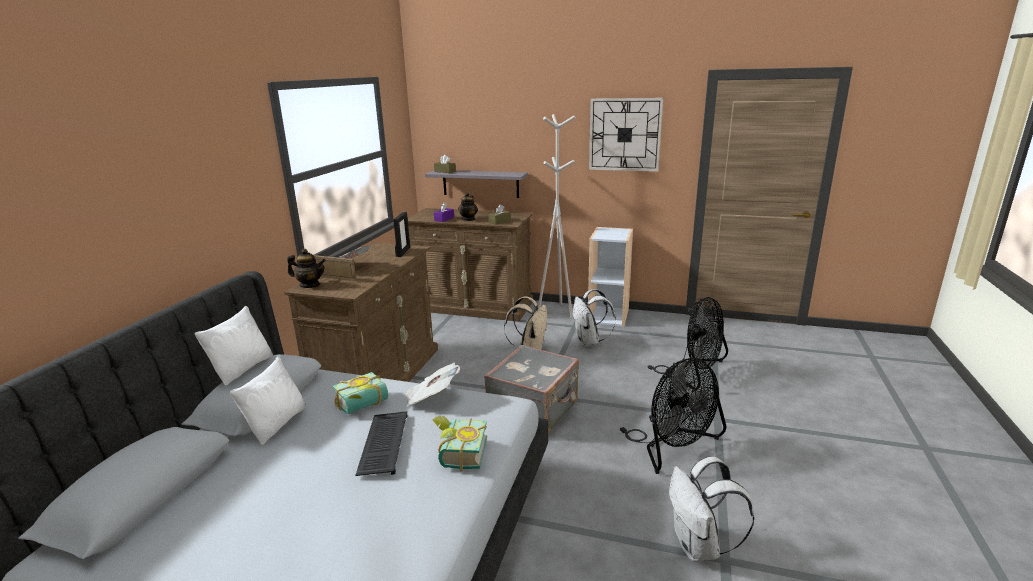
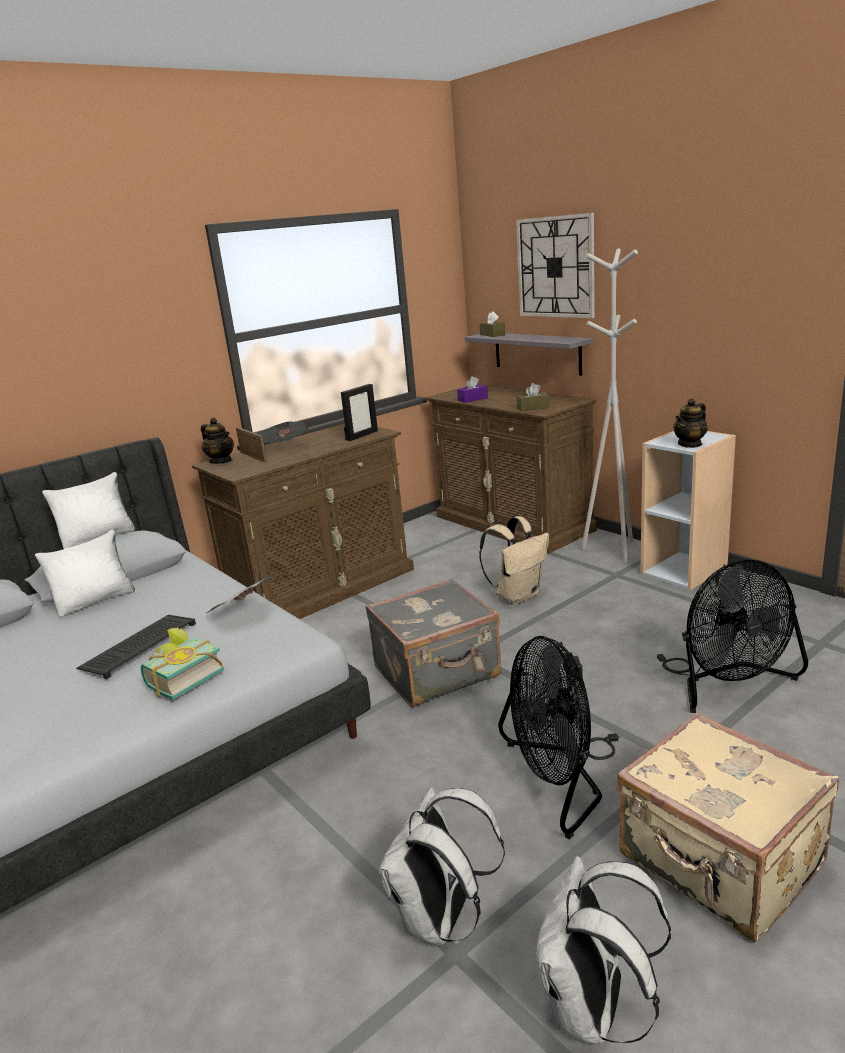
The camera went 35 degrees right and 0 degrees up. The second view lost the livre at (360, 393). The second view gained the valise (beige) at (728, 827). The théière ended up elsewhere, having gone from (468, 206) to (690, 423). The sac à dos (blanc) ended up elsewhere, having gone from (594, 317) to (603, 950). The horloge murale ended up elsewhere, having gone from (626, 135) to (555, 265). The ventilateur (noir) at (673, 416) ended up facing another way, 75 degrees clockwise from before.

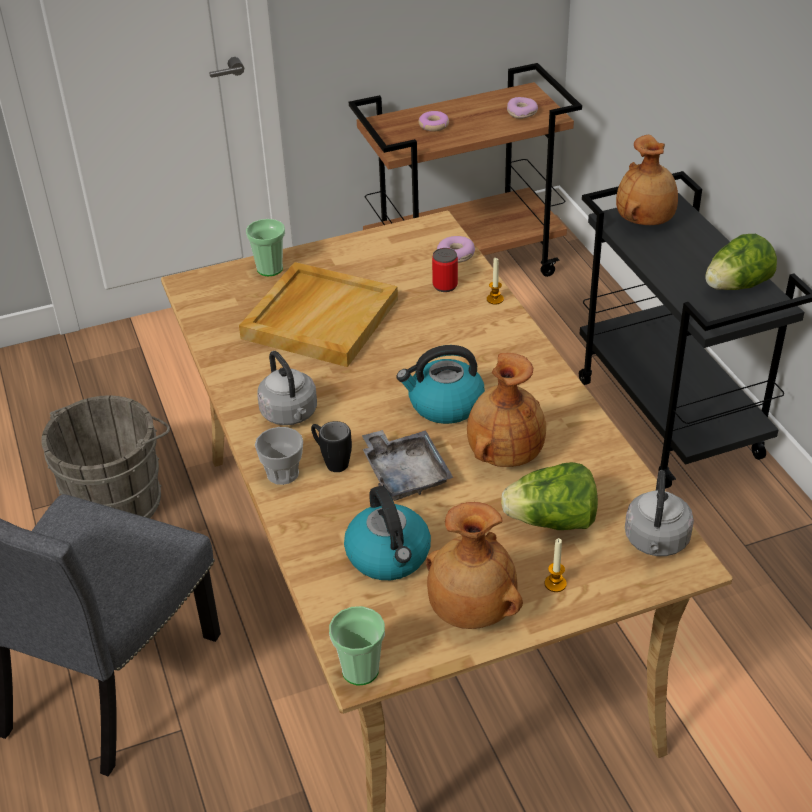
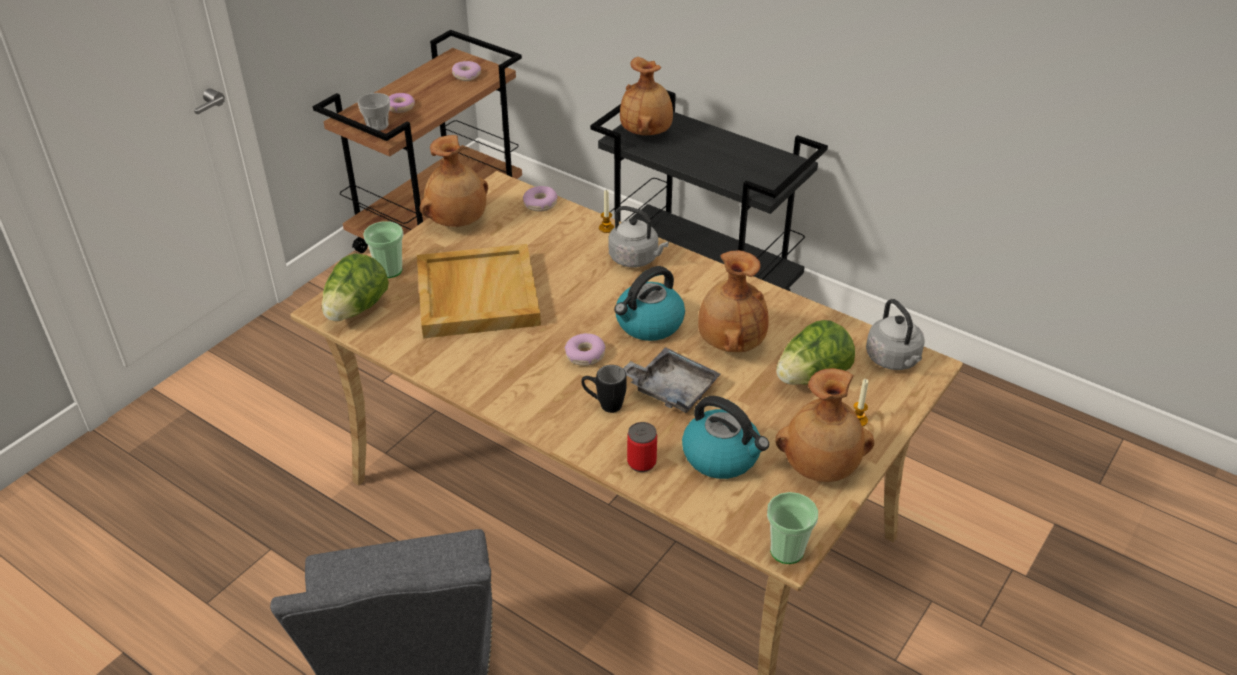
The camera went 35 degrees left and 0 degrees up. The second view lost the seau (gris) at (105, 457). The second view gained the vase (marron) at (454, 181). The second view gained the beignet at (585, 349). The tasse ended up elsewhere, having gone from (279, 456) to (374, 112). The bouilloire (gris) ended up elsewhere, having gone from (287, 388) to (639, 236). The boîte métallique ended up elsewhere, having gone from (445, 270) to (642, 447). The laitue ended up elsewhere, having gone from (741, 262) to (355, 287).

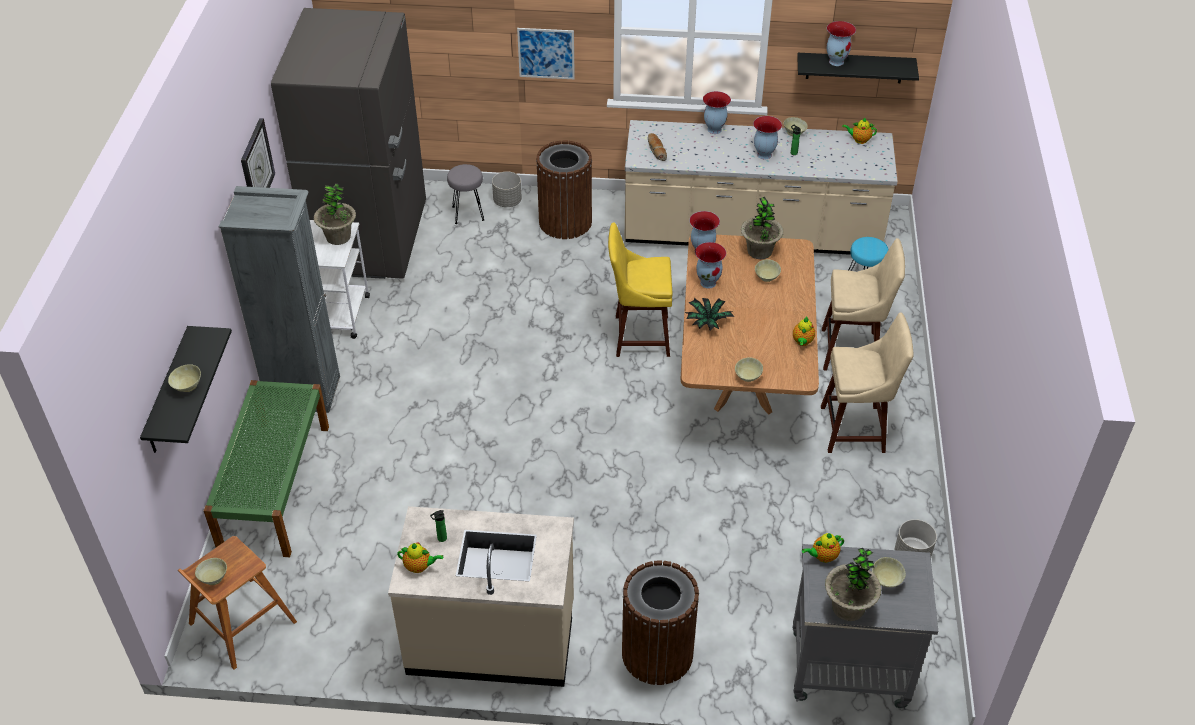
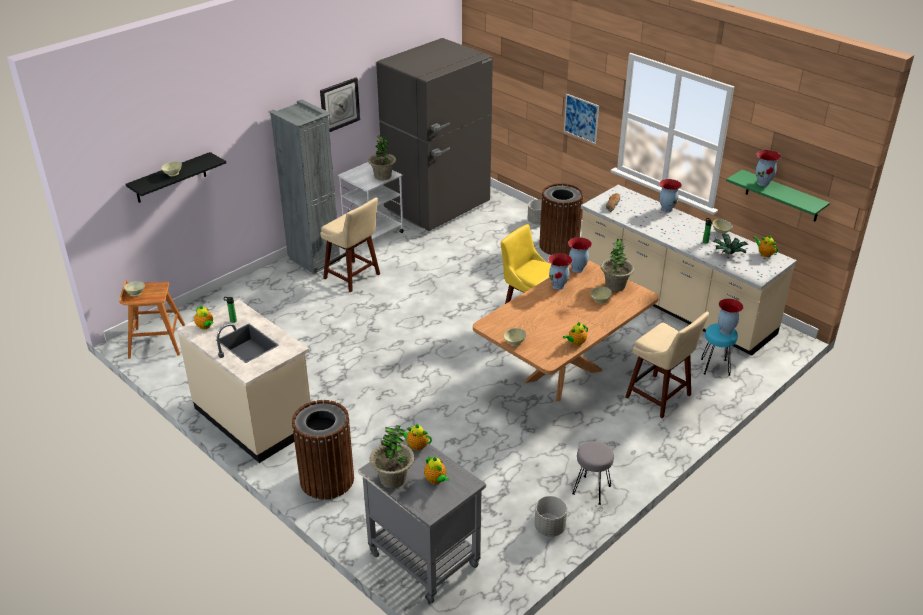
The camera went 40 degrees right and 10 degrees down. The second view lost the banc (vert) at (266, 468). The tabouret (gris) ended up elsewhere, having gone from (465, 194) to (593, 473). The plante en pot ended up elsewhere, having gone from (709, 314) to (731, 244). The vase ended up elsewhere, having gone from (767, 137) to (731, 316). The chaise (beige) ended up elsewhere, having gone from (867, 382) to (350, 244). Where the bol (beige) stood at (889, 572), the théière came to stand at (436, 470). What was the étagère (noir) at (858, 68) turned into the étagère (vert) at (778, 195).

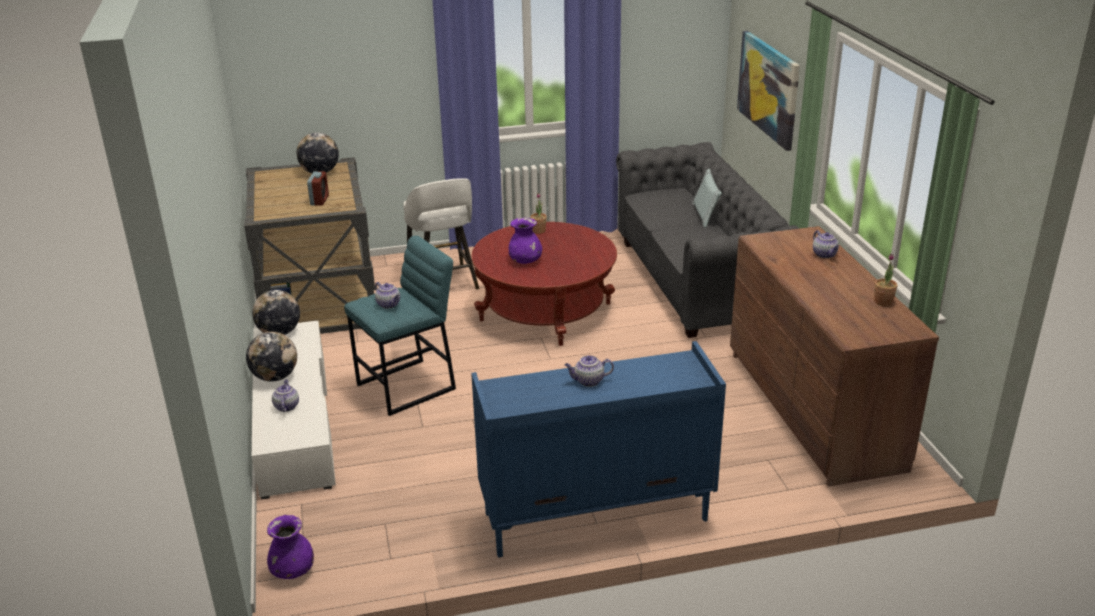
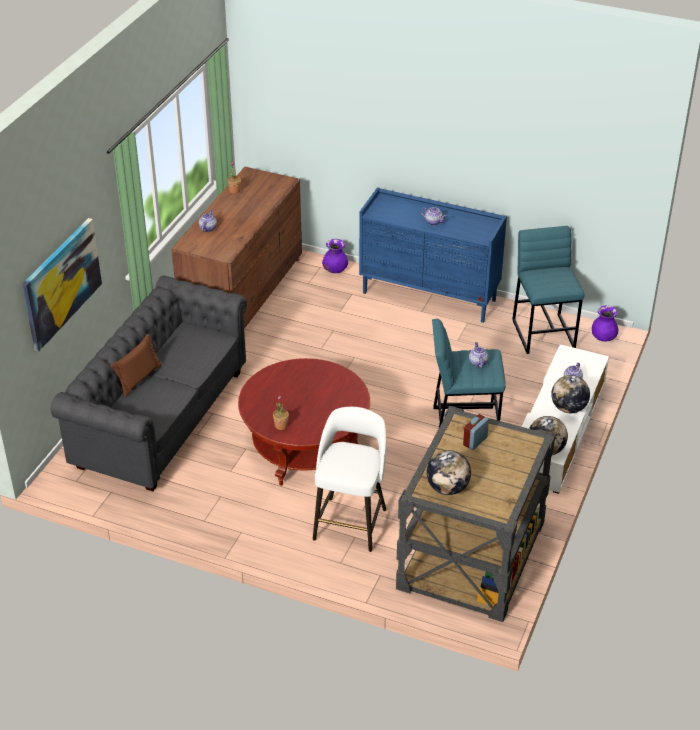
The camera went 145 degrees left and 10 degrees up. The second view gained the tabouret (bleu) at (548, 290). The vase (violet) ended up elsewhere, having gone from (525, 241) to (335, 256). What was the coussin (bleu) at (707, 198) turned into the coussin (marron) at (136, 365).

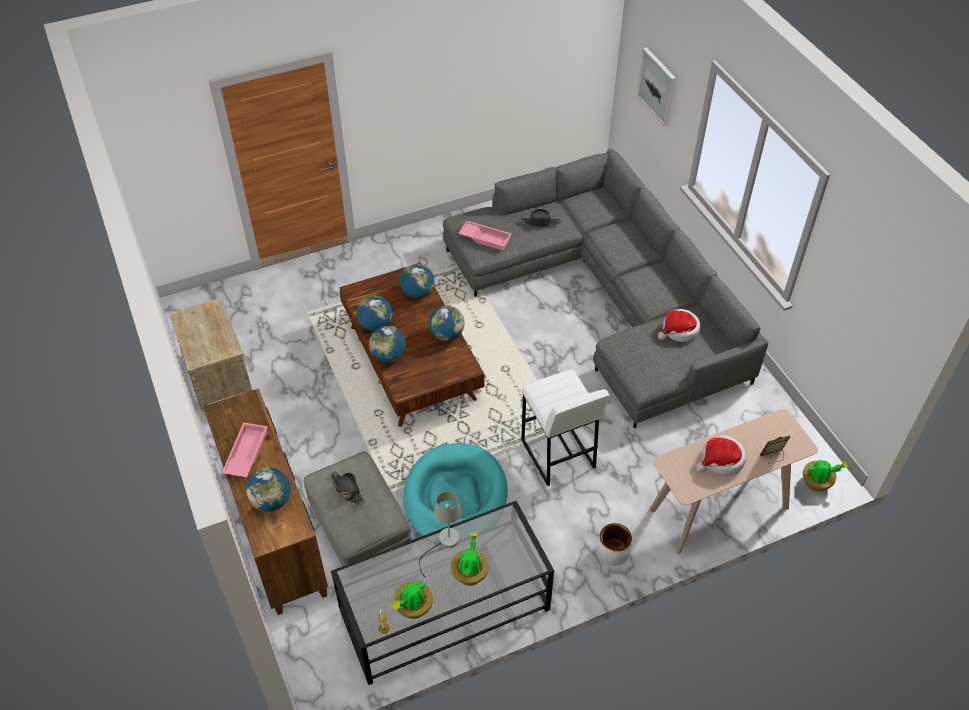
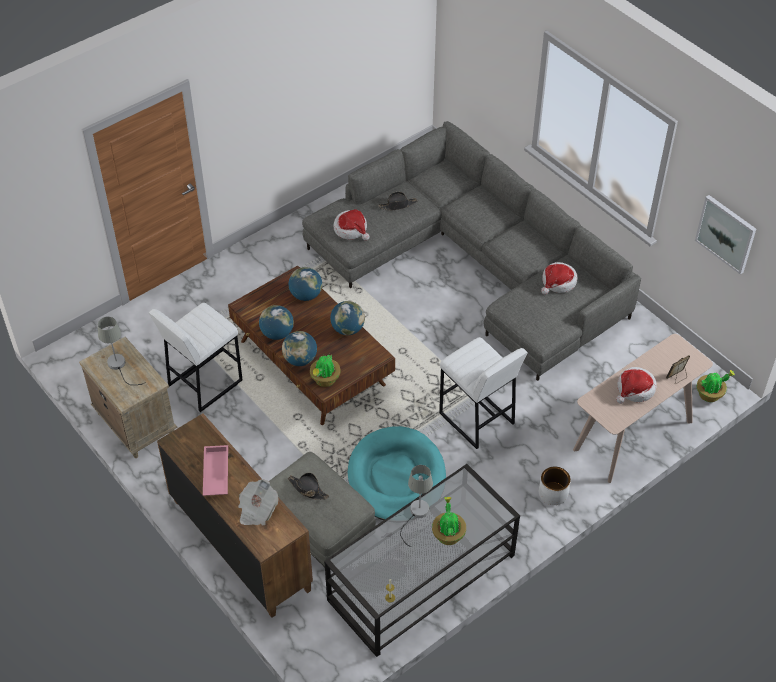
The camera went 15 degrees left and 0 degrees up. The second view gained the lampe de table (gris) at (122, 351). The second view gained the tabouret (blanc) at (196, 357). The plante en pot ended up elsewhere, having gone from (412, 600) to (325, 370). The tableau ended up elsewhere, having gone from (656, 87) to (725, 235). Where the globe stood at (268, 489), the journal came to stand at (258, 502). Where the plateau (rose) stood at (484, 235), the chapeau came to stand at (352, 225).

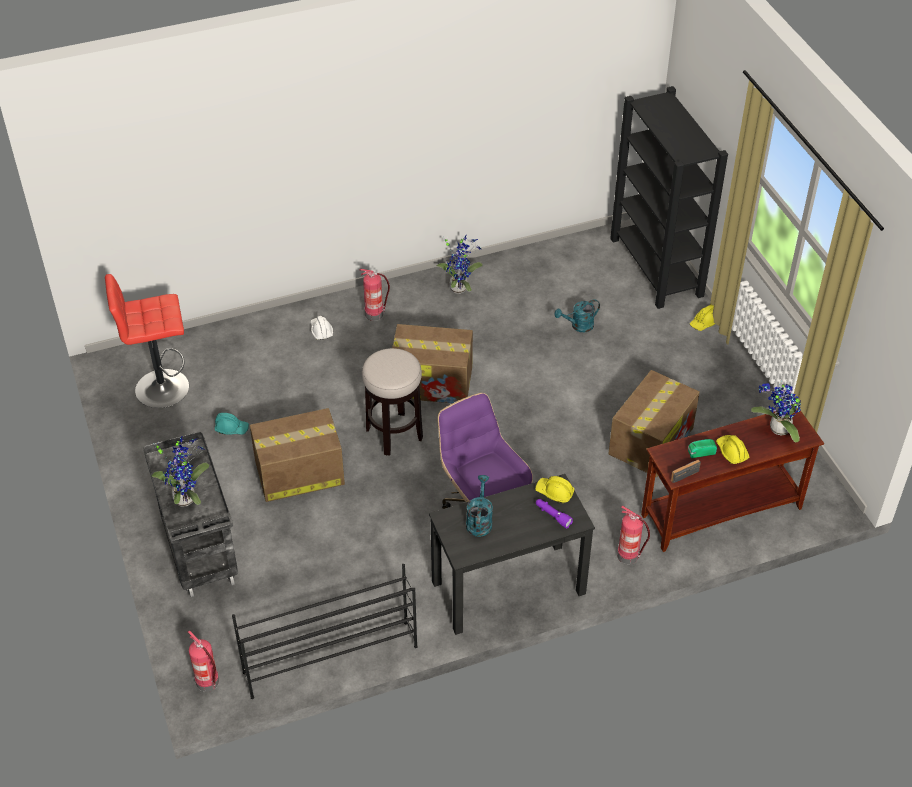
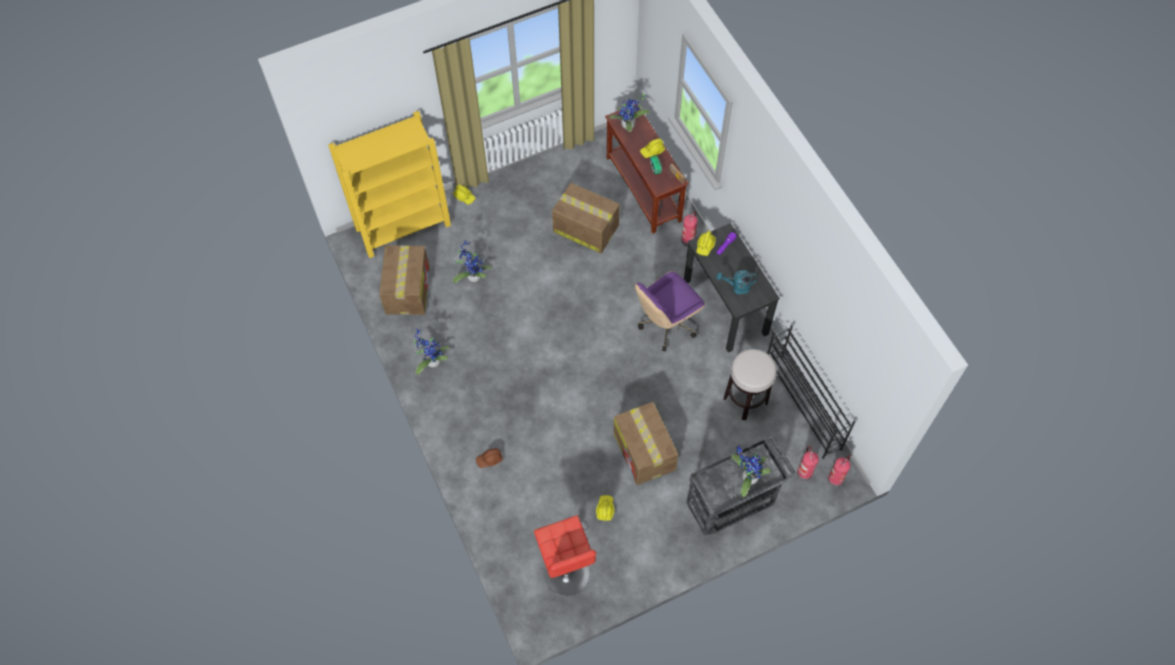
The camera went 95 degrees left and 15 degrees up. The extincteur ended up elsewhere, having gone from (375, 295) to (808, 463). The tabouret ended up elsewhere, having gone from (392, 402) to (750, 384). The carton ended up elsewhere, having gone from (432, 363) to (404, 280). Where the arrosoir (turquoise) stood at (577, 315), the plante en pot came to stand at (472, 261). What was the casque de chantier (turquoise) at (231, 424) turned into the casque de chantier (jaune) at (605, 508). What was the casque de chantier (blanc) at (322, 328) turned into the casque de chantier (marron) at (489, 458). What was the bibliothèque (noir) at (669, 197) turned into the bibliothèque (jaune) at (389, 184).

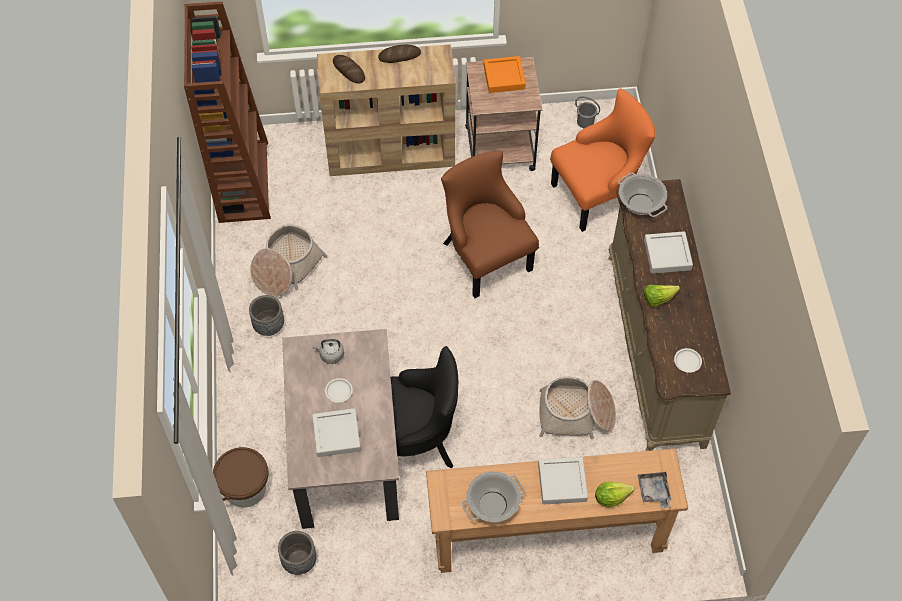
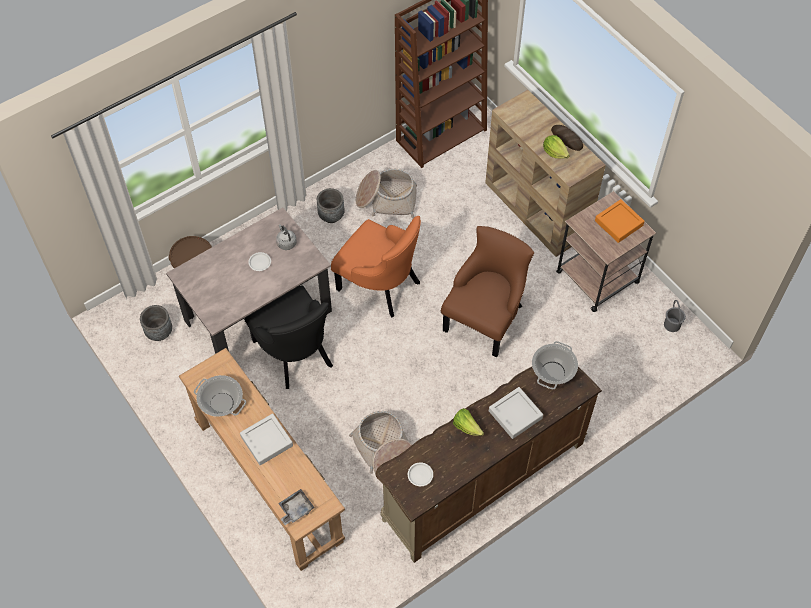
The camera went 60 degrees right and 0 degrees up. The second view lost the plateau (gris) at (336, 432). The second view lost the pain at (349, 69). The chaise (orange) ended up elsewhere, having gone from (603, 160) to (376, 267). The laitue ended up elsewhere, having gone from (614, 494) to (556, 147).

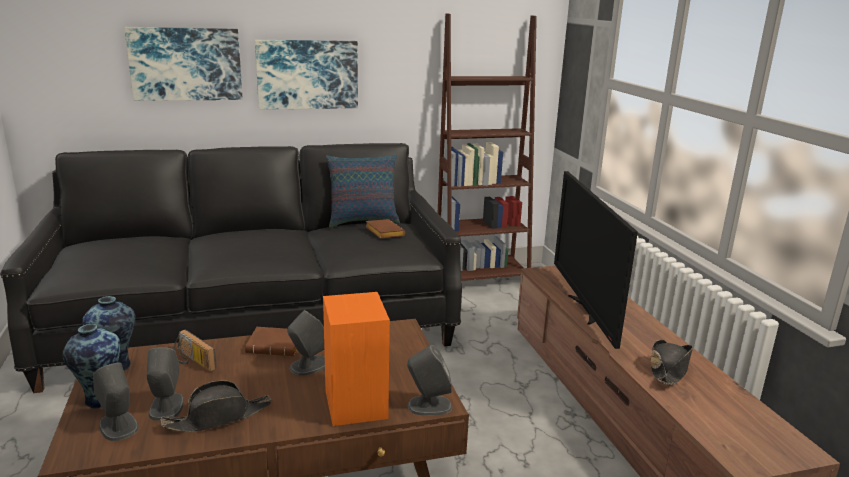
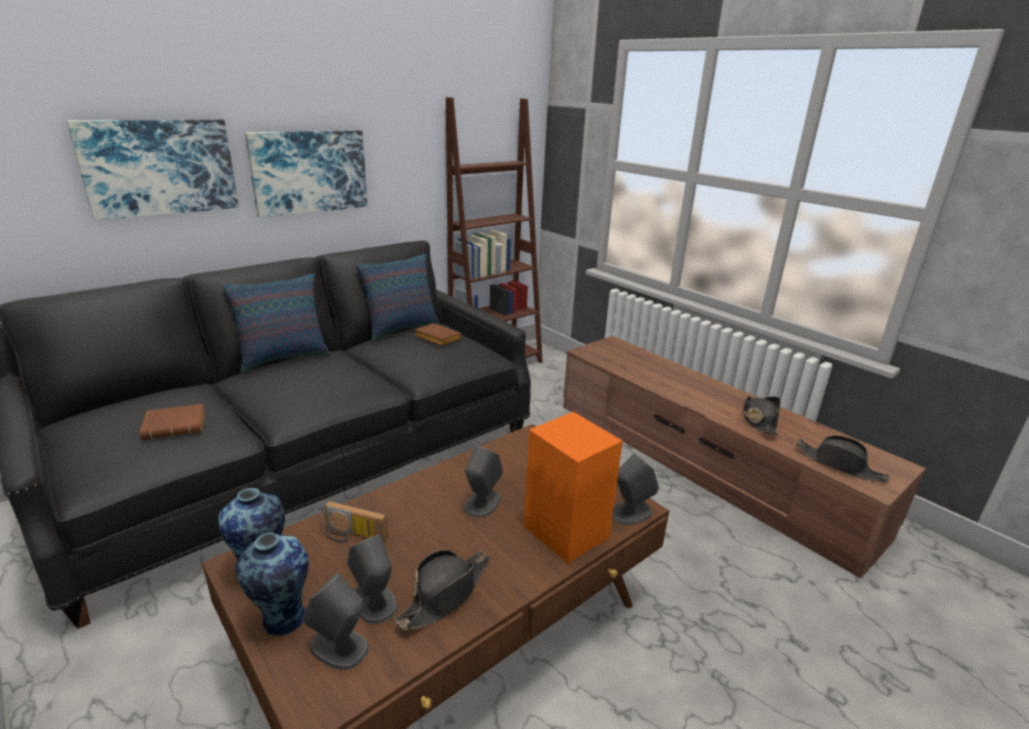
The camera went 25 degrees left and 5 degrees up. The second view lost the téléviseur at (596, 260). The second view gained the coussin (bleu) at (276, 324). The second view gained the chapeau (noir) at (843, 458). The livre (marron) ended up elsewhere, having gone from (271, 341) to (172, 422).

